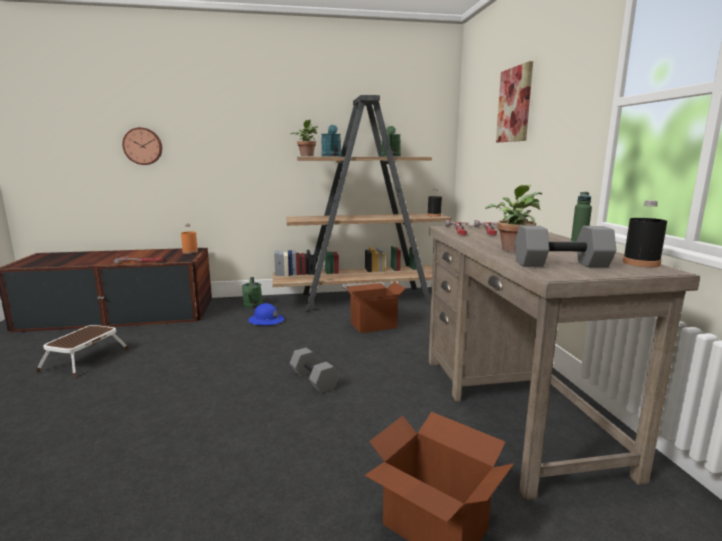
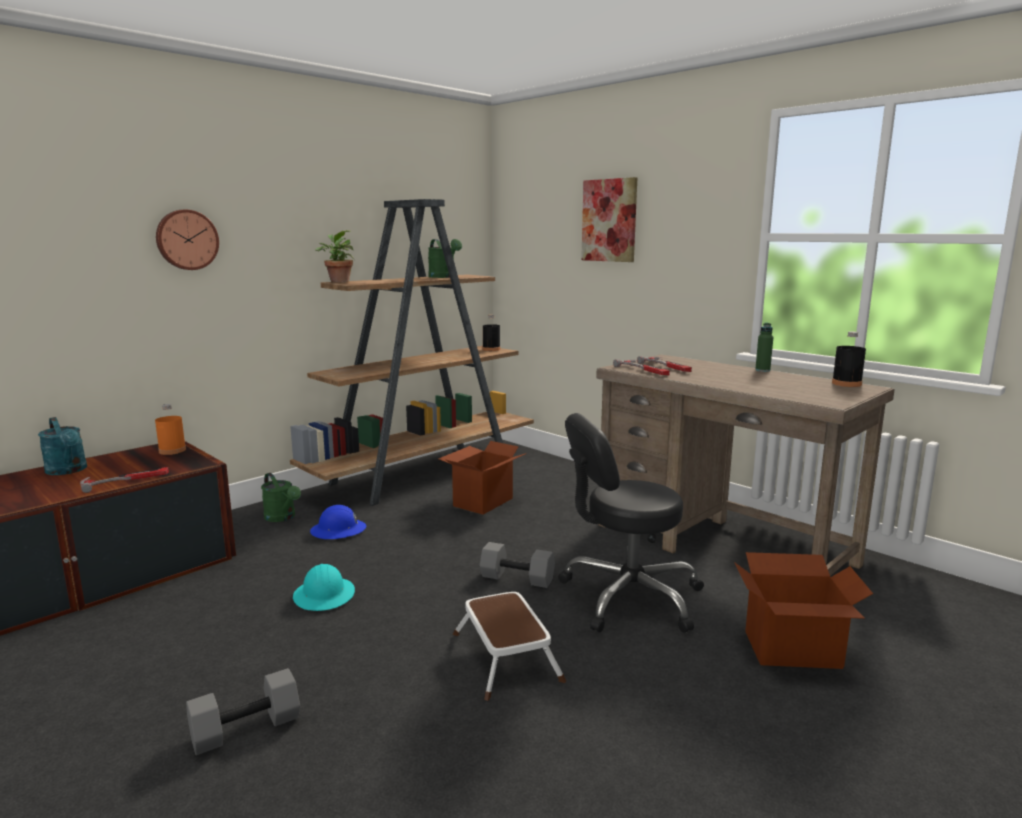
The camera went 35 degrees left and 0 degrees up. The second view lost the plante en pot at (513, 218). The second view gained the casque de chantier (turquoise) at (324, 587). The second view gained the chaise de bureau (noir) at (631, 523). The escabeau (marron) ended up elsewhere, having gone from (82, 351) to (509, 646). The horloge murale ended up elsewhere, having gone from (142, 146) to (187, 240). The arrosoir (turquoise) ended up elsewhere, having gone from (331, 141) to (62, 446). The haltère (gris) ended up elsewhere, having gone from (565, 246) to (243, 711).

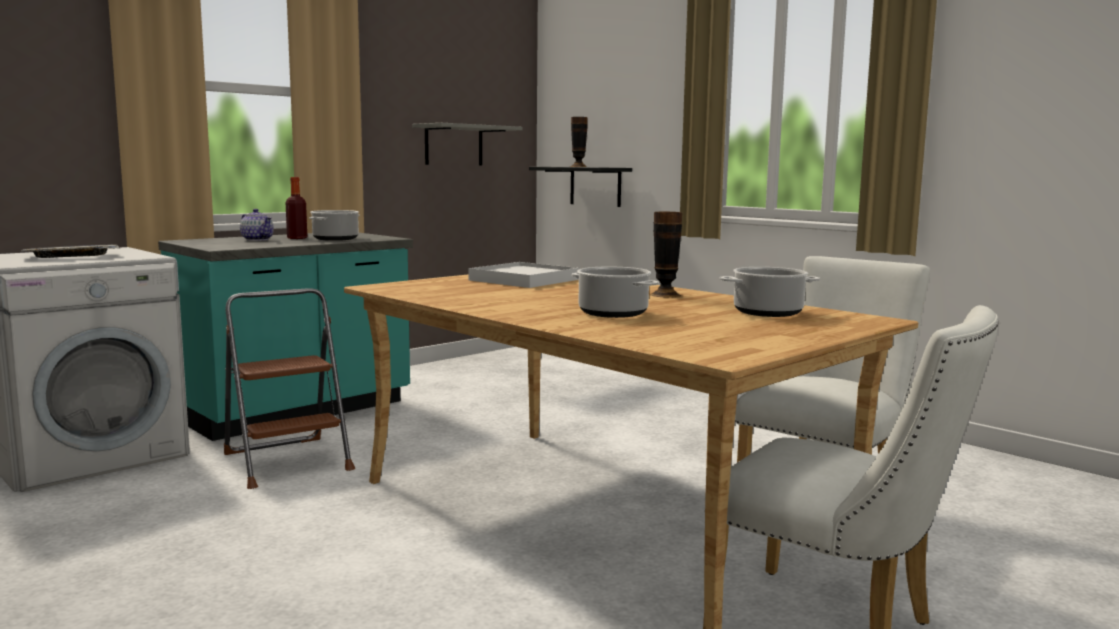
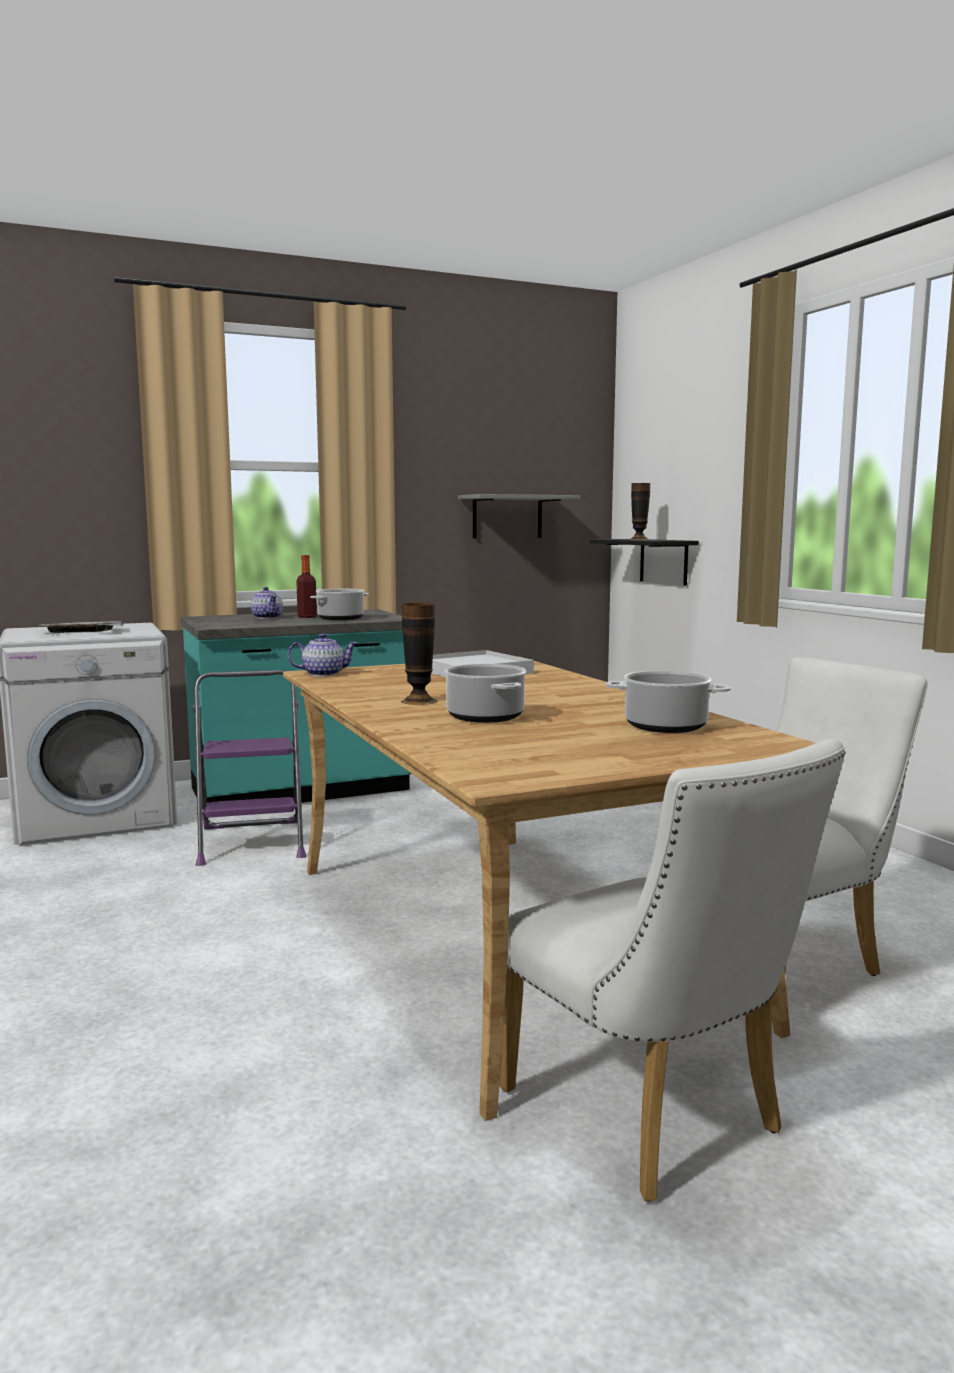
The camera went 20 degrees right and 0 degrees up. The second view gained the théière at (323, 654). The vase ended up elsewhere, having gone from (666, 255) to (419, 654). What was the escabeau (marron) at (289, 388) turned into the escabeau (violet) at (250, 768).

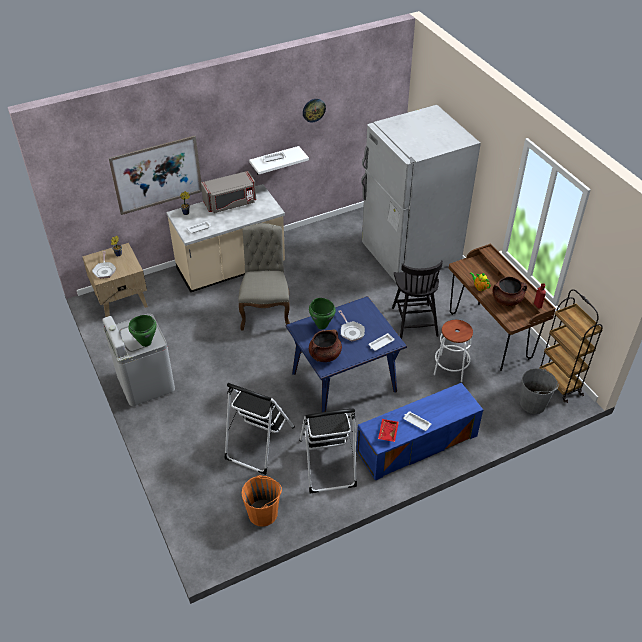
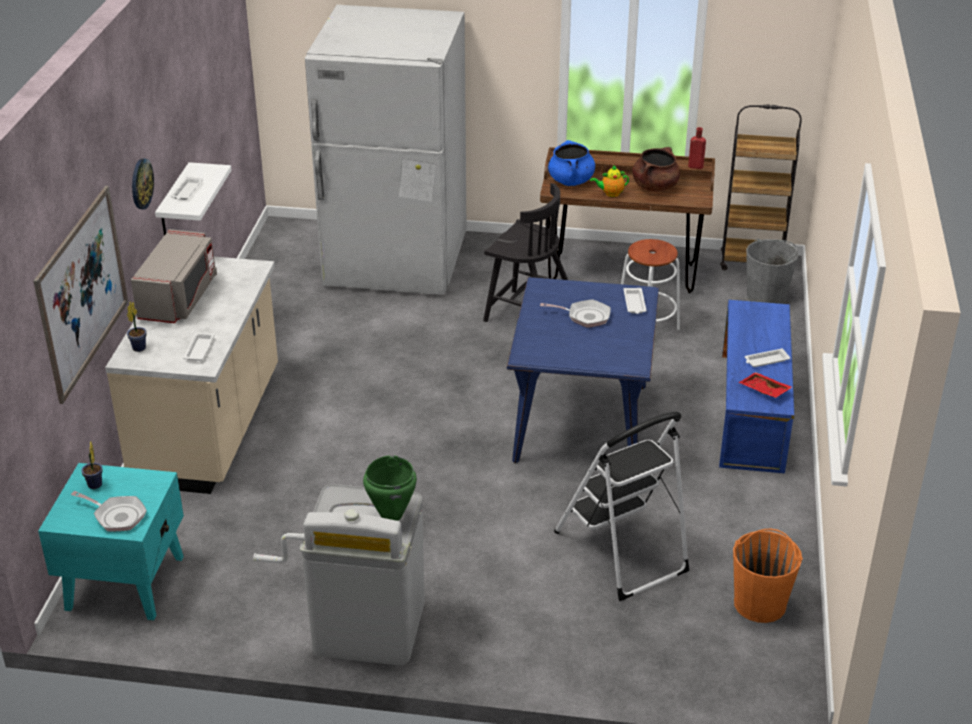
The camera went 55 degrees left and 10 degrees down. The second view lost the chaise (gris) at (264, 277). The second view lost the escabeau at (328, 451). The second view lost the marmite (vert) at (322, 313). The second view lost the marmite (marron) at (325, 346). The second view gained the marmite (bleu) at (571, 163). The horloge murale ended up elsewhere, having gone from (314, 111) to (143, 184). What was the table de chevet (beige) at (115, 280) turned into the table de chevet (turquoise) at (111, 541).

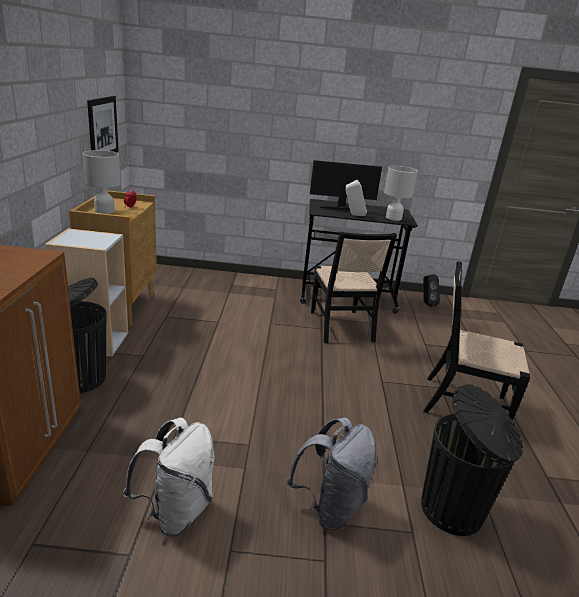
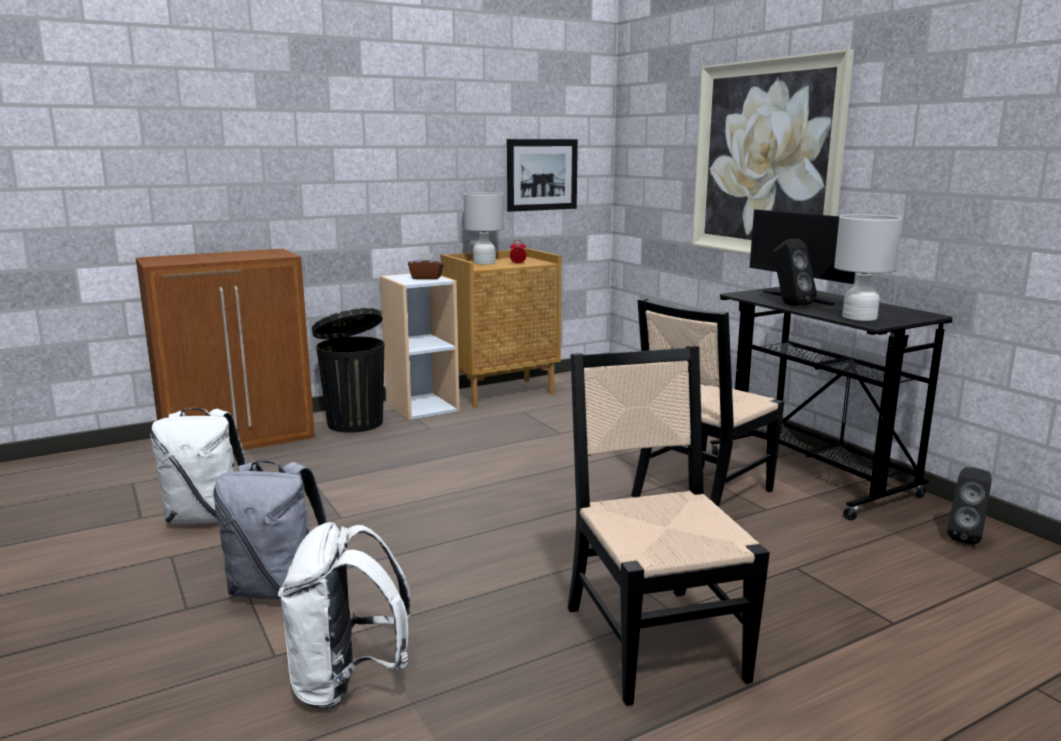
The camera went 60 degrees right and 10 degrees down. The second view gained the boîte à mouchoirs (marron) at (426, 265). The second view gained the tableau at (773, 151). Where the poubelle (noir) stood at (472, 460), the sac à dos (blanc) came to stand at (344, 616). What was the enceinte (blanc) at (356, 198) turned into the enceinte (noir) at (795, 272).

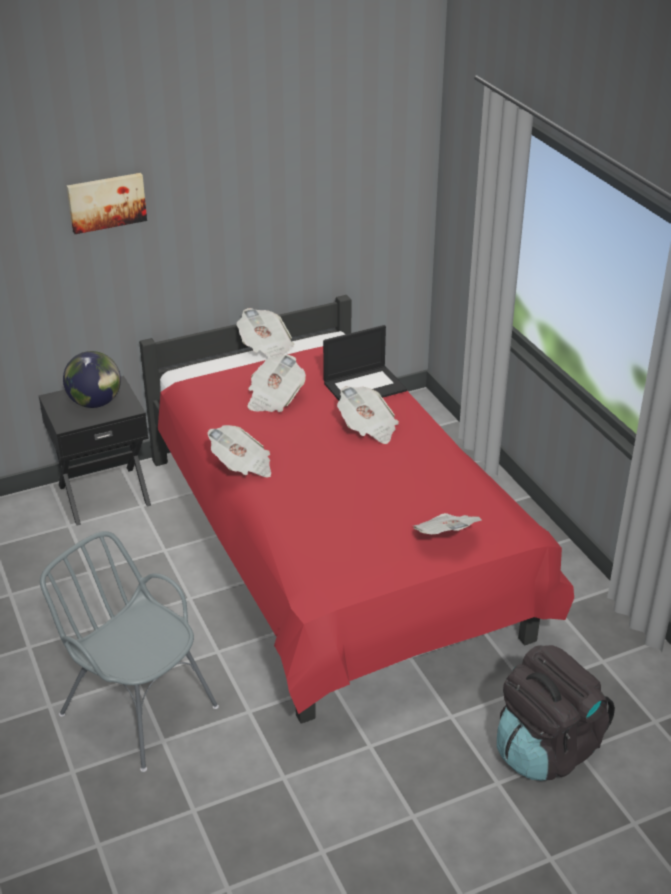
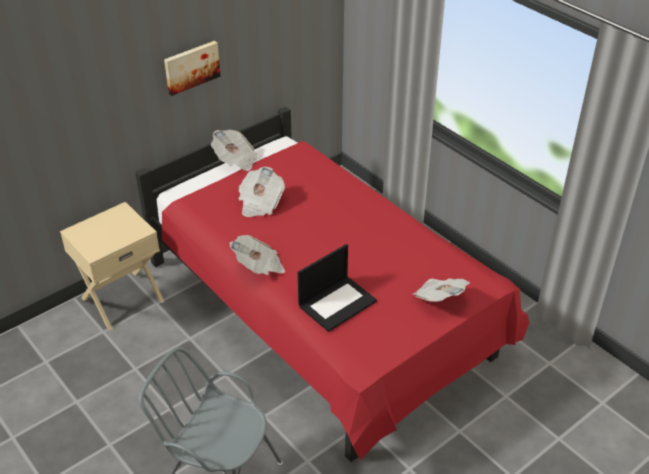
The camera went 15 degrees left and 5 degrees up. The second view lost the globe at (92, 379). The second view lost the journal at (368, 415). The second view lost the sac à dos (noir) at (556, 713). The tableau ended up elsewhere, having gone from (107, 203) to (192, 68). The ordinateur portable ended up elsewhere, having gone from (365, 363) to (337, 288). What was the table de chevet (noir) at (95, 451) turned into the table de chevet (beige) at (112, 266).

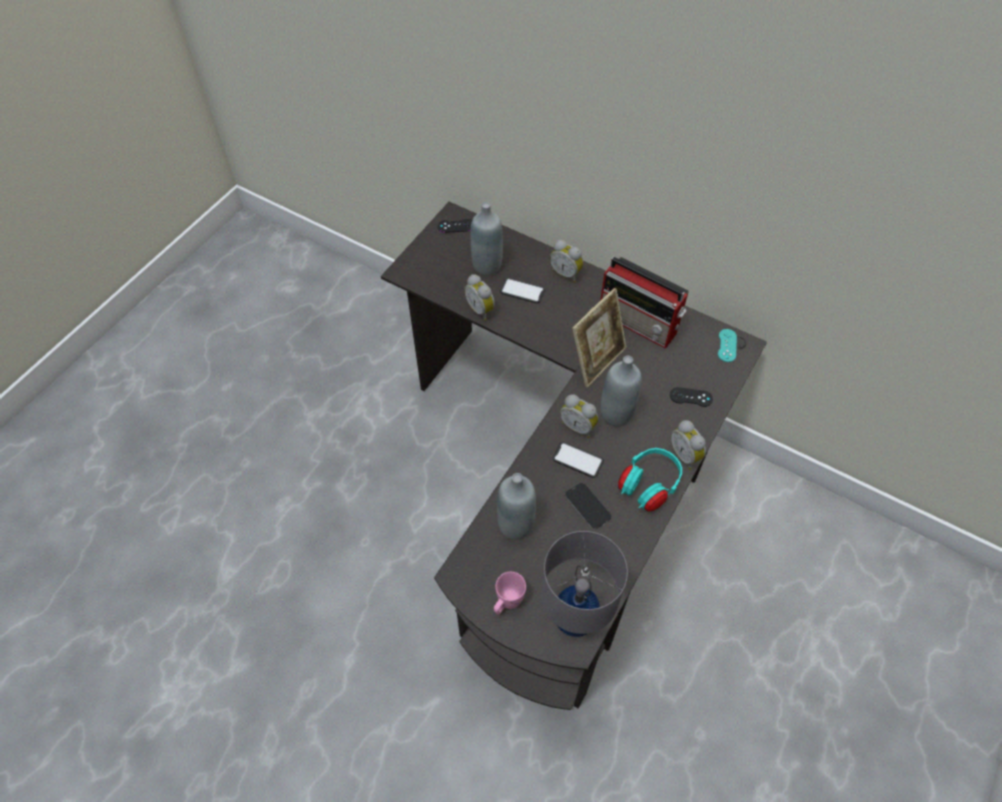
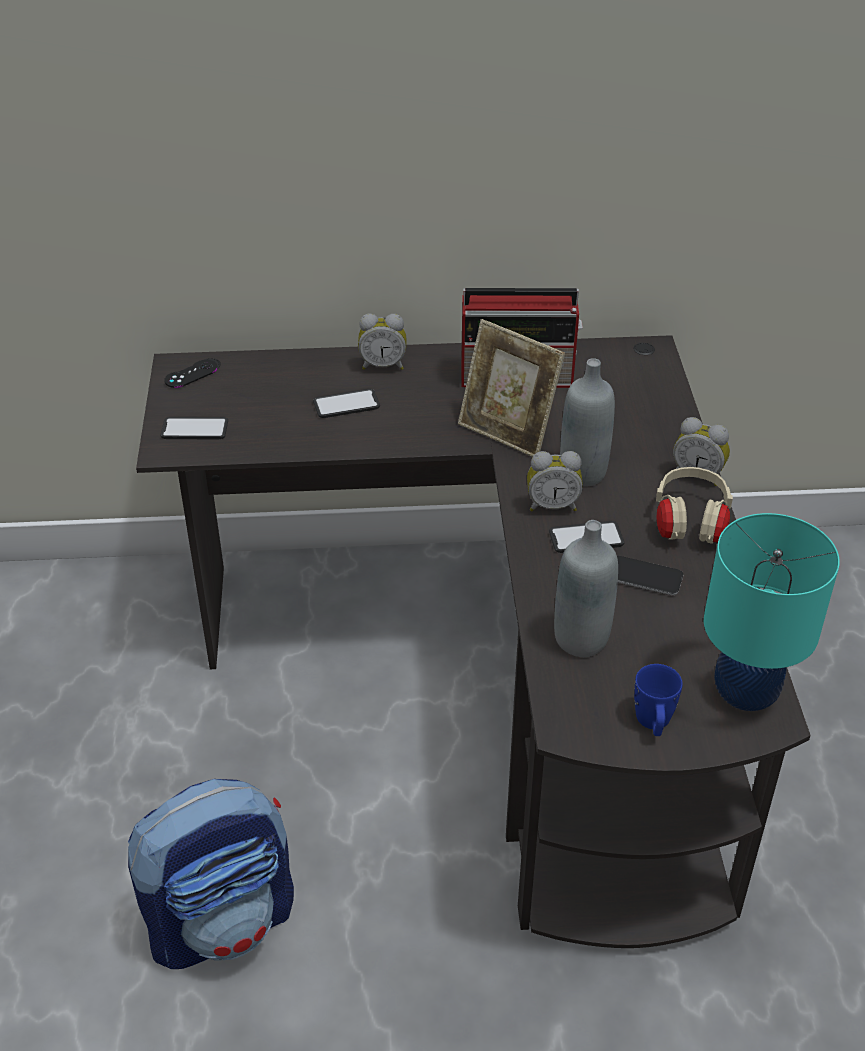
The camera went 35 degrees left and 15 degrees down. The second view lost the réveil at (479, 298). The second view lost the bouteille (gris) at (487, 239). The second view lost the manette (noir) at (691, 397). The second view lost the manette (turquoise) at (727, 345). The second view gained the sac à dos at (211, 874). The second view gained the téléphone at (194, 428). What was the mug (rose) at (510, 593) turned into the mug (bleu) at (658, 700). What was the lampe de table (gris) at (584, 584) turned into the lampe de table (turquoise) at (772, 612). What was the casque audio (turquoise) at (650, 480) turned into the casque audio (beige) at (694, 505). The cadre photo at (599, 338) ended up facing another way, 120 degrees clockwise from before.

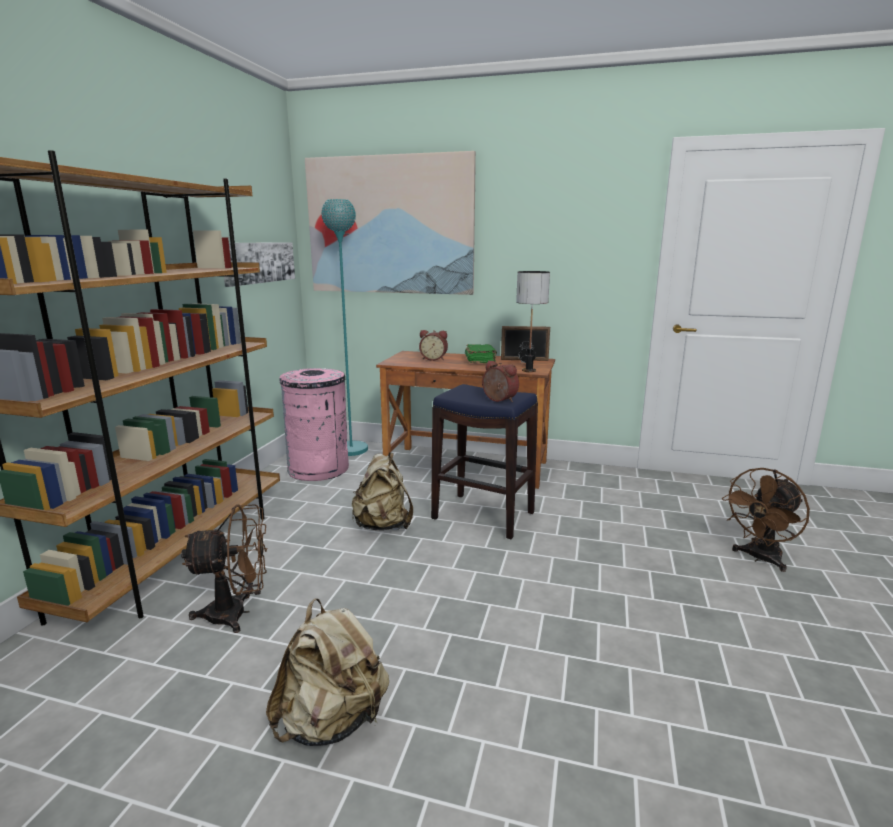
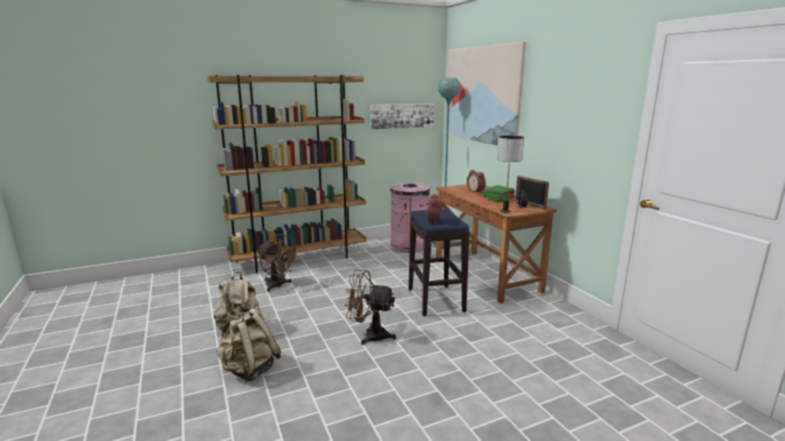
The camera went 50 degrees right and 0 degrees up. The sac à dos (beige) ended up elsewhere, having gone from (382, 491) to (248, 345). The ventilateur (marron) ended up elsewhere, having gone from (766, 520) to (370, 307).

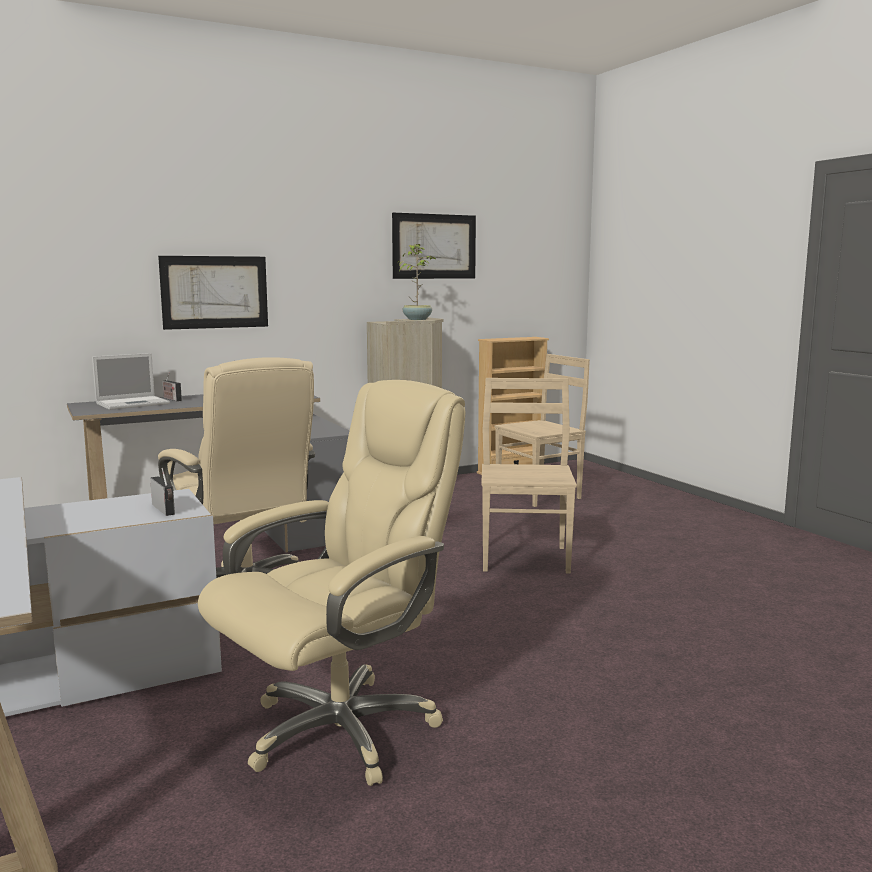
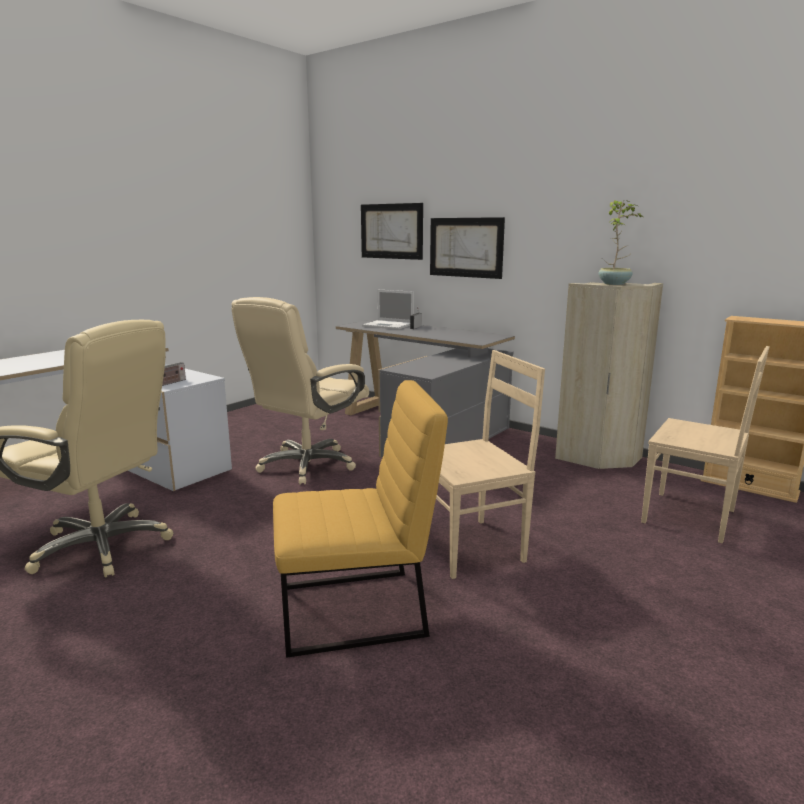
The camera went 65 degrees right and 5 degrees up. The second view gained the chaise (jaune) at (360, 519). The tableau ended up elsewhere, having gone from (434, 246) to (392, 231).

